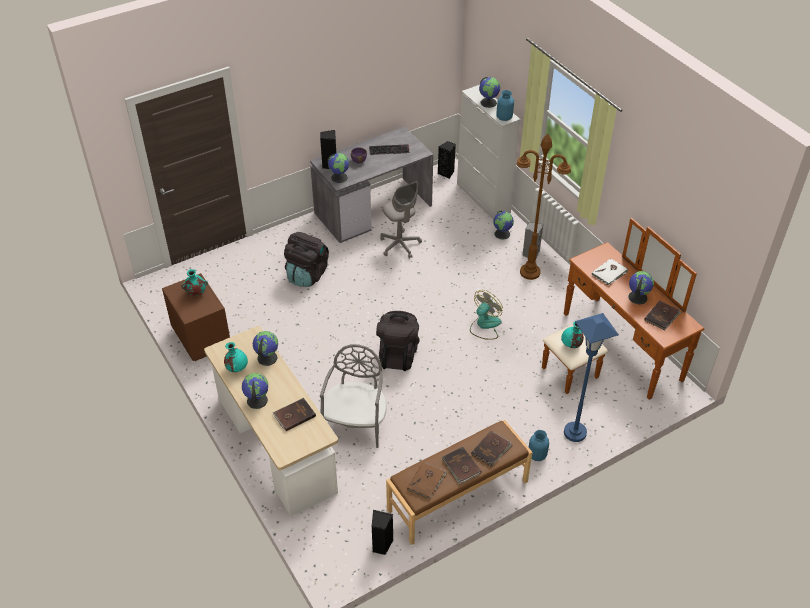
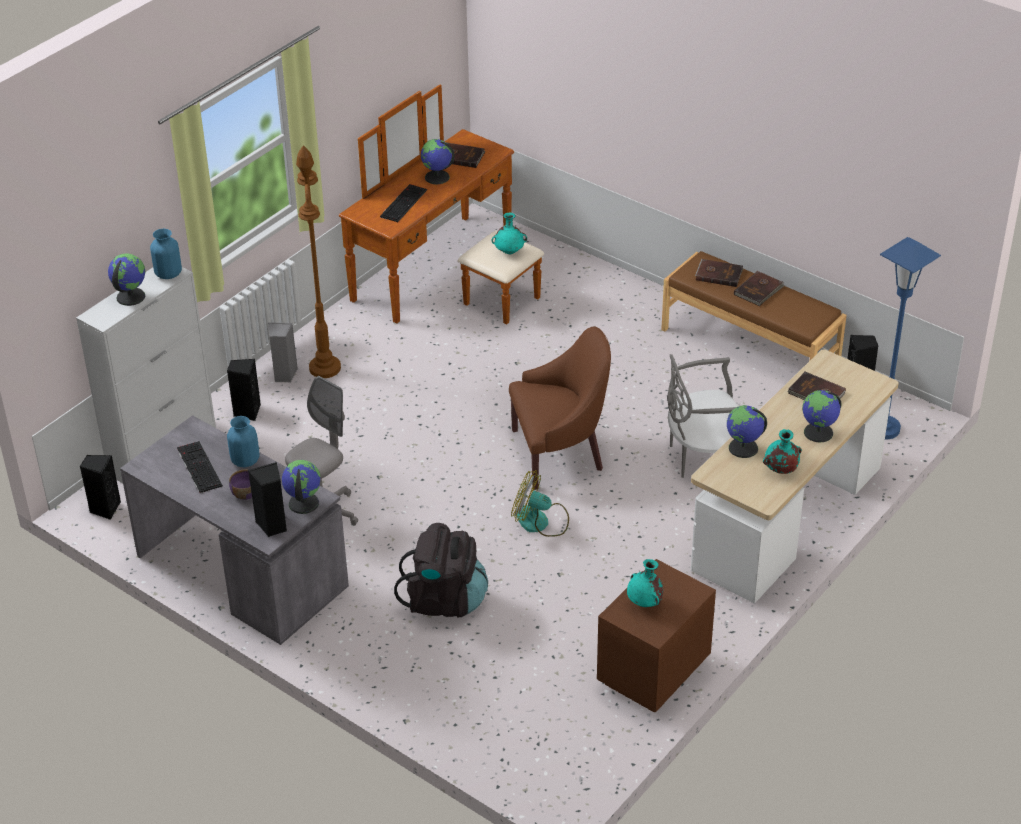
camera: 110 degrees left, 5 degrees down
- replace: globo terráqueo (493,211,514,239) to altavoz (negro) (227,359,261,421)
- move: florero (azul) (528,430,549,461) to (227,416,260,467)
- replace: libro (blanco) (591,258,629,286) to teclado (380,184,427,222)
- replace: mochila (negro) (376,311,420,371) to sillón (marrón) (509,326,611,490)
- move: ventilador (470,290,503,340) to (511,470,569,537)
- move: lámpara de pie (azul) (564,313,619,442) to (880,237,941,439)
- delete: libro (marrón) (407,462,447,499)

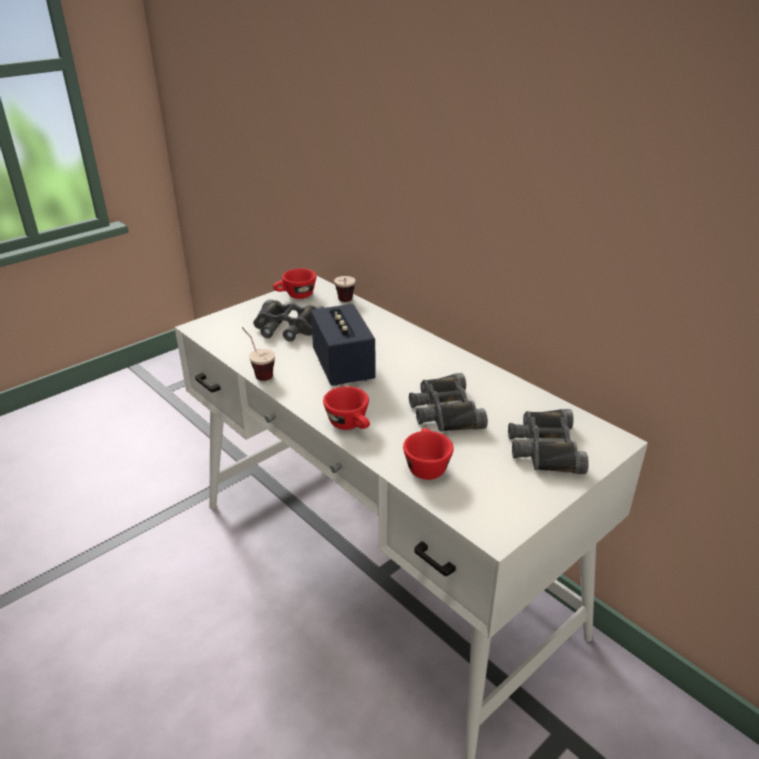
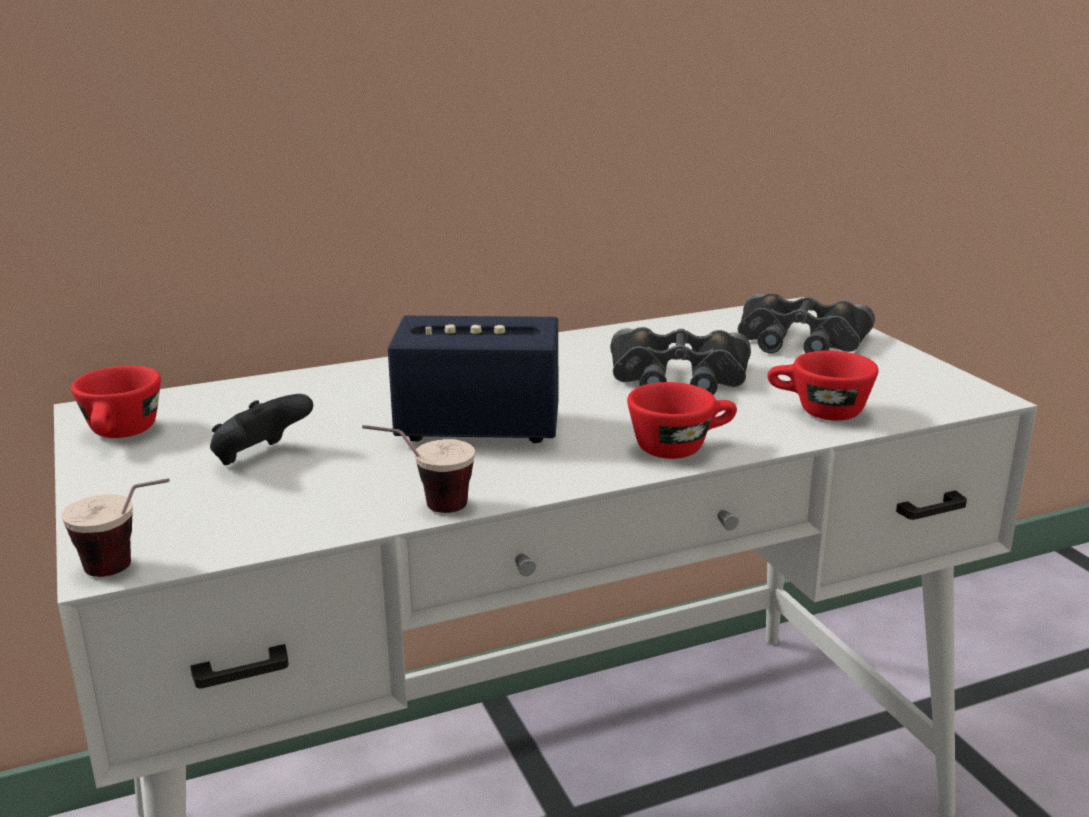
camera: 70 degrees left, 10 degrees down
- move: taza (334,276,356,302) to (61,478,170,577)
- replace: prismáticos (negro) (253,299,325,342) to mando de consola (negro) (210,394,313,465)

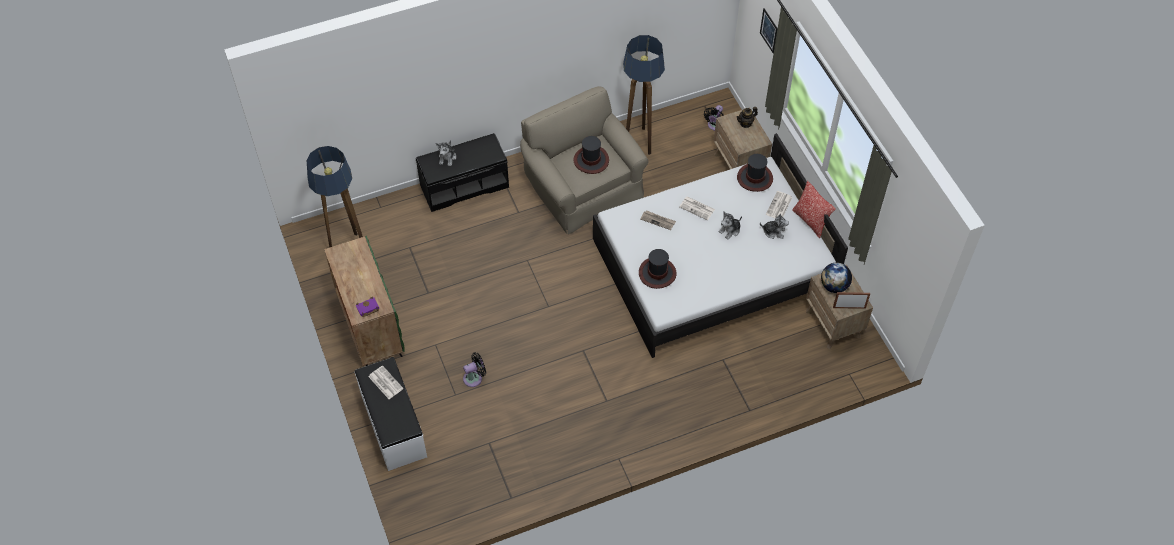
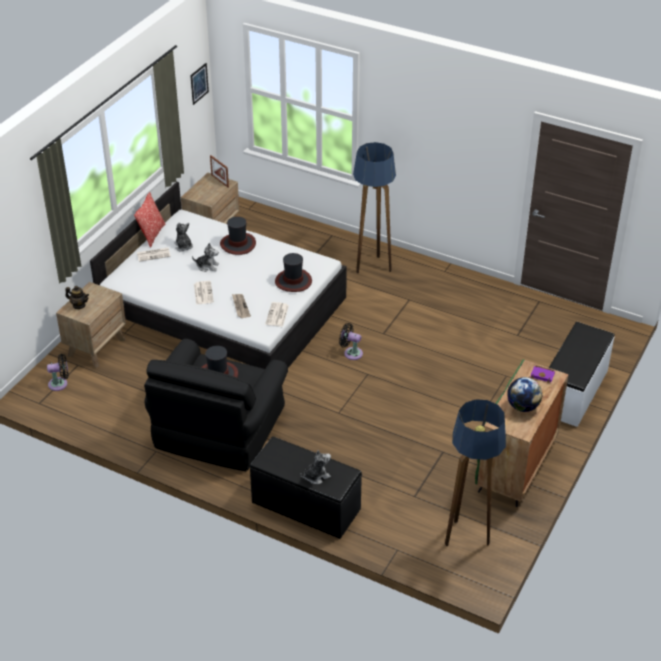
camera: 130 degrees left, 15 degrees down
- recolor: sillón (beis) (520,86,648,234) to sillón (negro) (144,339,288,471)
- move: cuadro (760,8,778,53) to (190,63,209,105)
- move: sombrero (737,154,773,192) to (220,217,256,255)
- move: periódico (368,366,404,399) to (265,302,289,327)
- move: ventilador (negro) (463,352,486,387) to (339,323,363,360)
- move: lámpara de pie (623,35,665,155) to (353,142,396,274)
- move: globo terráqueo (821,263,852,293) to (507,377,542,412)

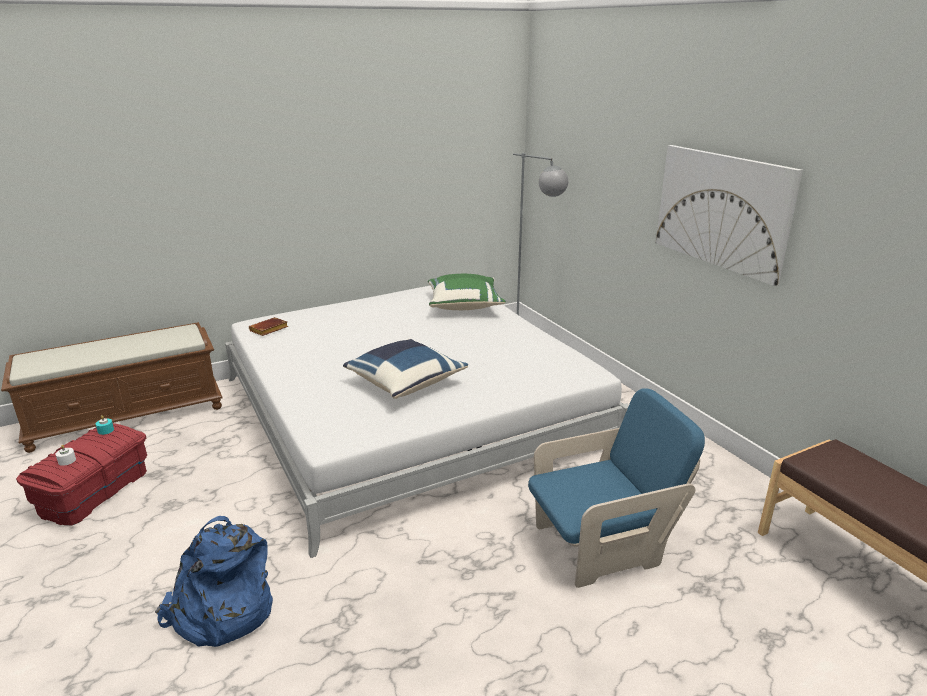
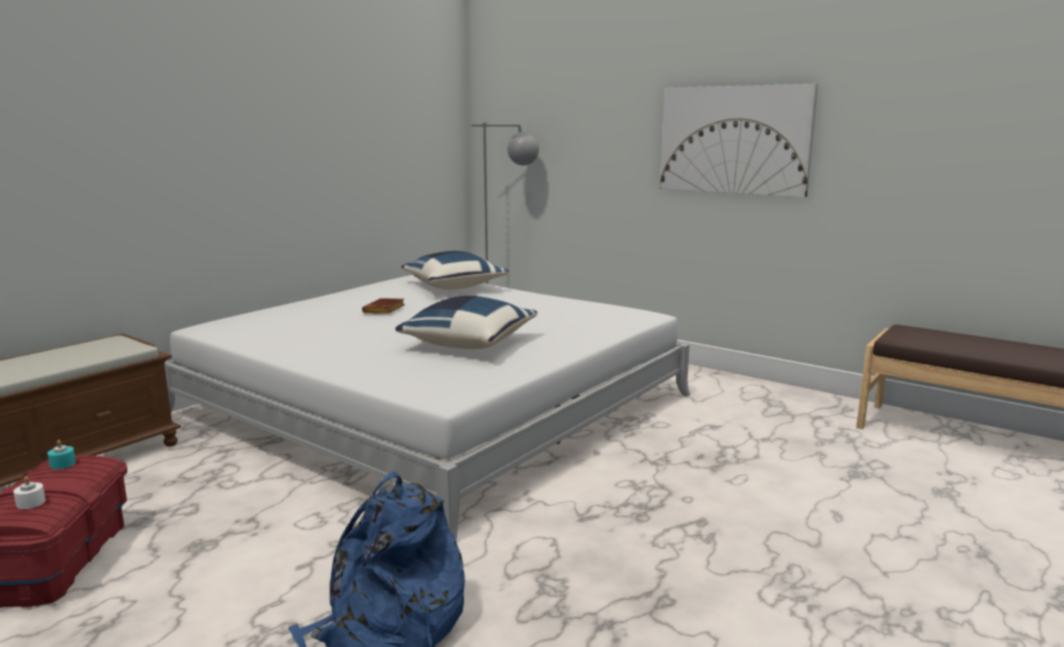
camera: 25 degrees left, 10 degrees down
- move: libro (marrón) (249,317,288,336) to (362,298,405,314)
- recolor: cojín (verde) (428,274,506,310) to cojín (azul) (401,251,509,290)
- delete: sillón (azul) (528,388,705,588)

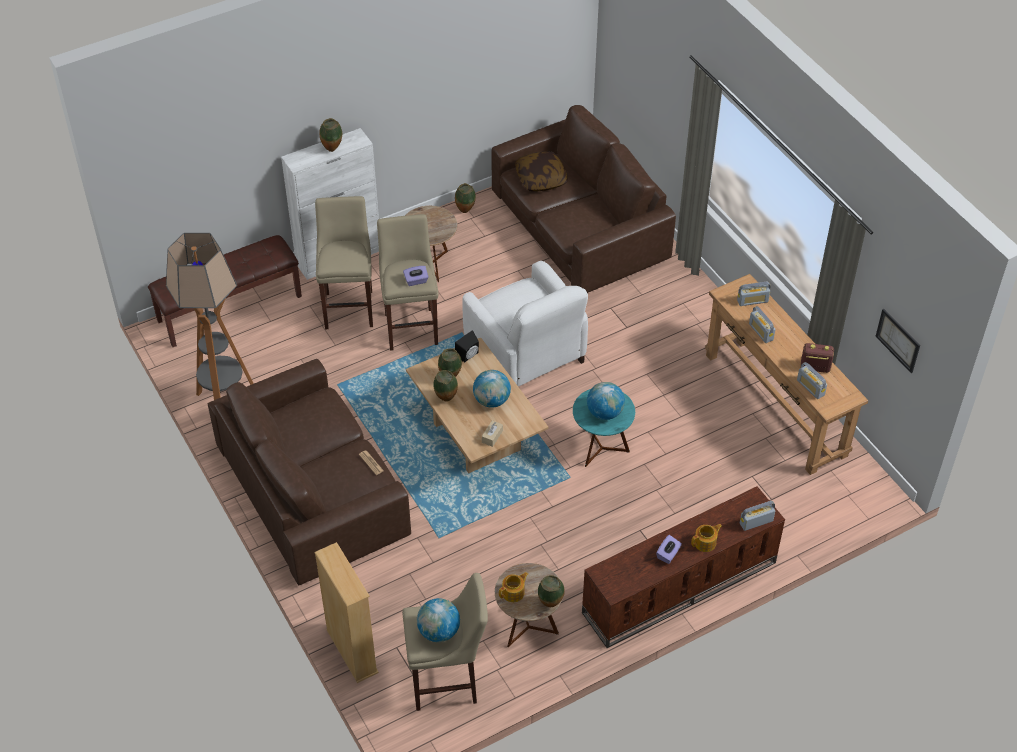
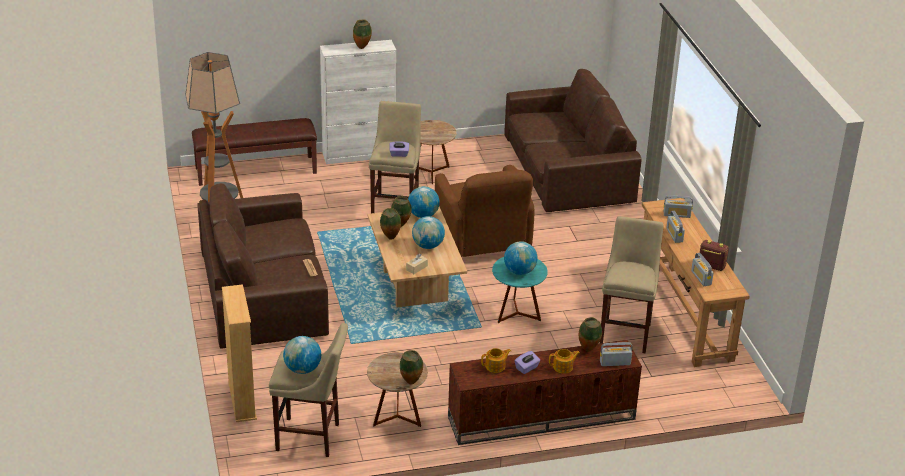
camera: 15 degrees right, 15 degrees down
- replace: altavoz (negro) (455,330,479,362) to globo terráqueo (408,186,440,218)
- recolor: sillón (blanco) (462,261,588,386) to sillón (marrón) (435,165,534,257)
- move: tetera (499,572,528,602) to (481,348,511,373)
- move: florero (455,183,476,213) to (579,317,602,351)
- move: taburete (beis) (315,196,373,329) to (599,216,663,353)
- delete: cojín (515,151,567,192)
- delete: cuadro (875,309,920,373)

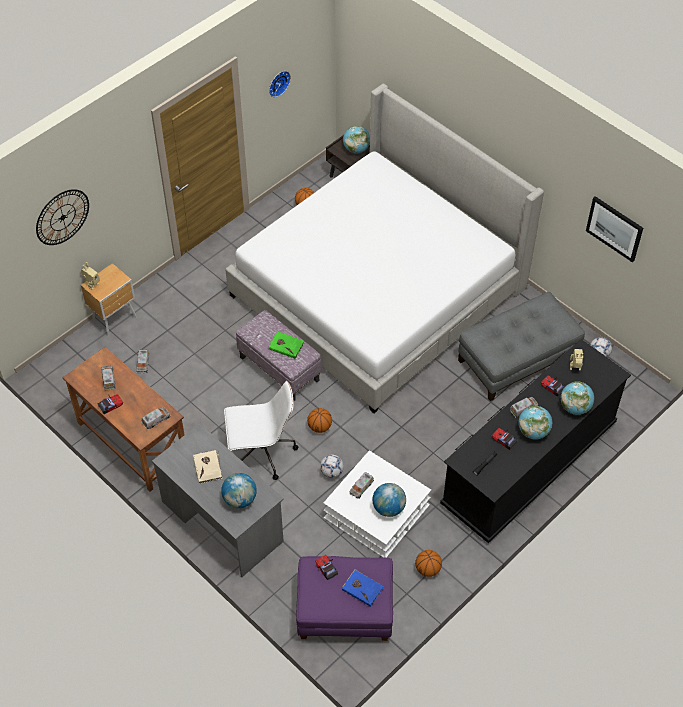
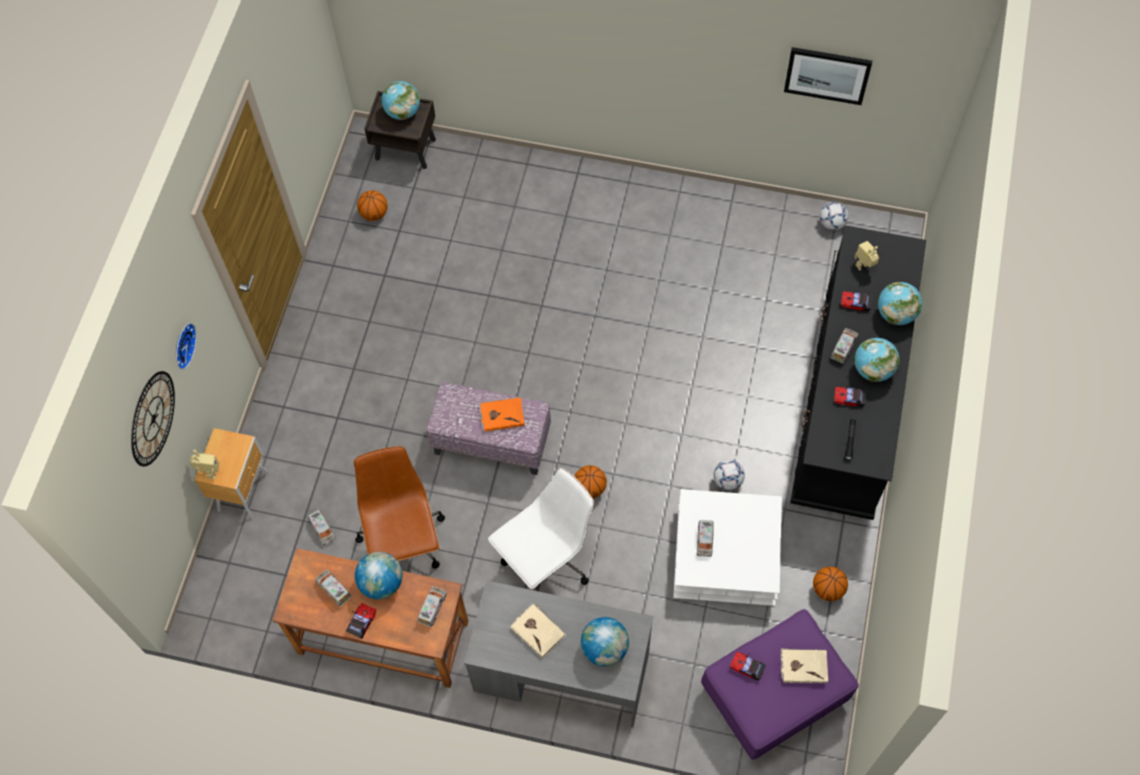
camera: 30 degrees left, 10 degrees up
- move: reloj de pared (269,71,291,97) to (176,323,197,370)
- insert: silla de oficina (marrón) (354,446,445,568)
- move: globo terráqueo (372,483,406,517) to (355,552,403,599)
- recolor: libro (verde) (269,331,305,359) to libro (naranja) (479,397,525,432)
- move: balón de fútbol (320,455,344,478) to (714,459,745,490)
- recolor: libro (azul) (342,570,384,607) to libro (beis) (781,648,828,683)
- delete: cama (225,83,544,414)
- delete: puf (gris) (458,292,585,401)

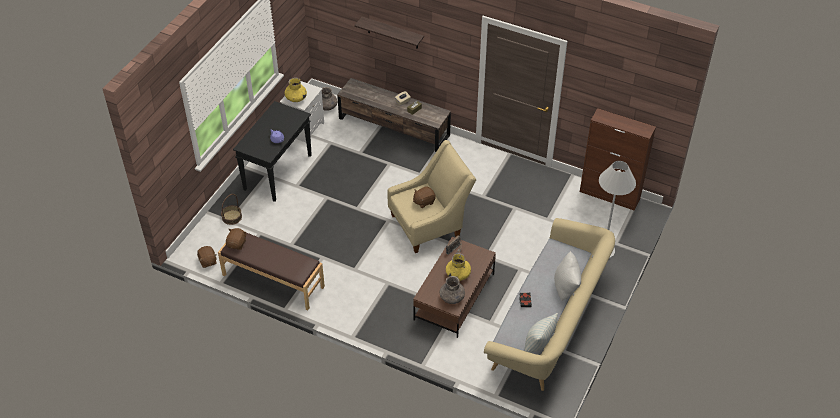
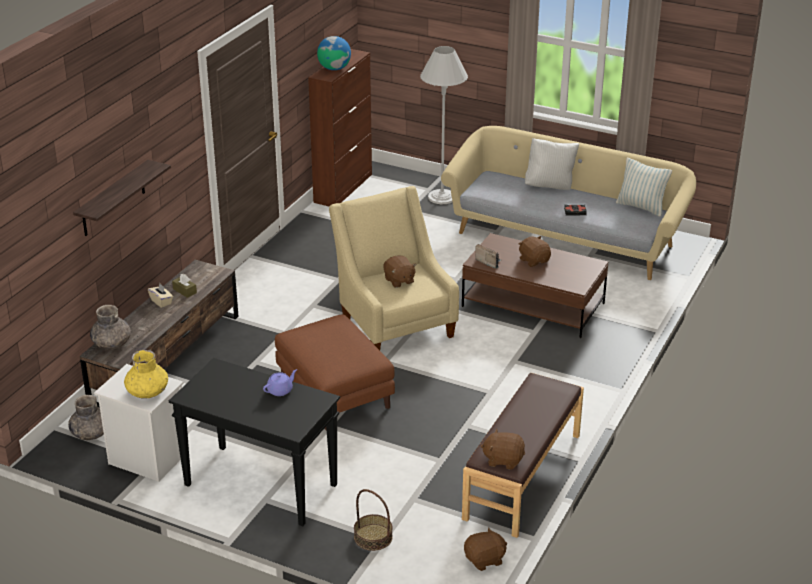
camera: 90 degrees left, 15 degrees down
- move: florero (gris) (440,276,465,304) to (90,305,131,349)
- insert: puf (marrón) (275,314,395,430)
- insert: globo terráqueo (317,36,351,70)
- replace: florero (amarillo) (446,253,471,281) to peluche (marrón) (518,236,551,267)

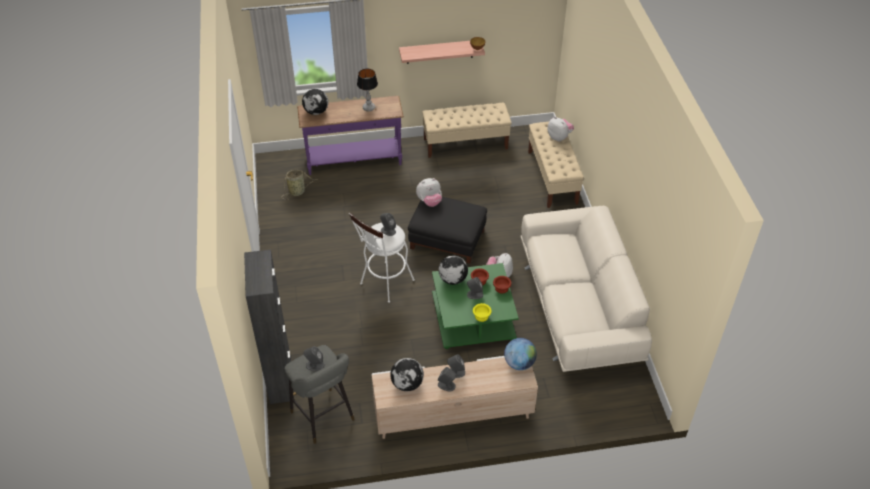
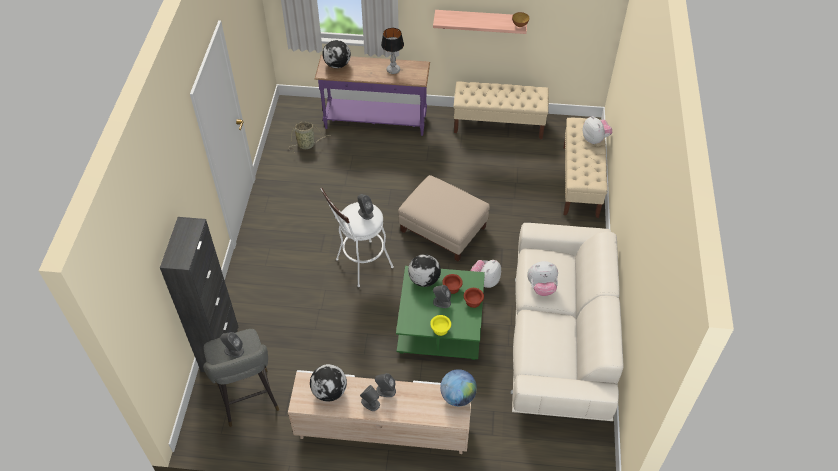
camera: 15 degrees right, 5 degrees up
- recolor: puf (negro) (408,197,487,264) to puf (beis) (398,175,490,261)
- move: peluche (416,178,442,207) to (527,261,558,296)

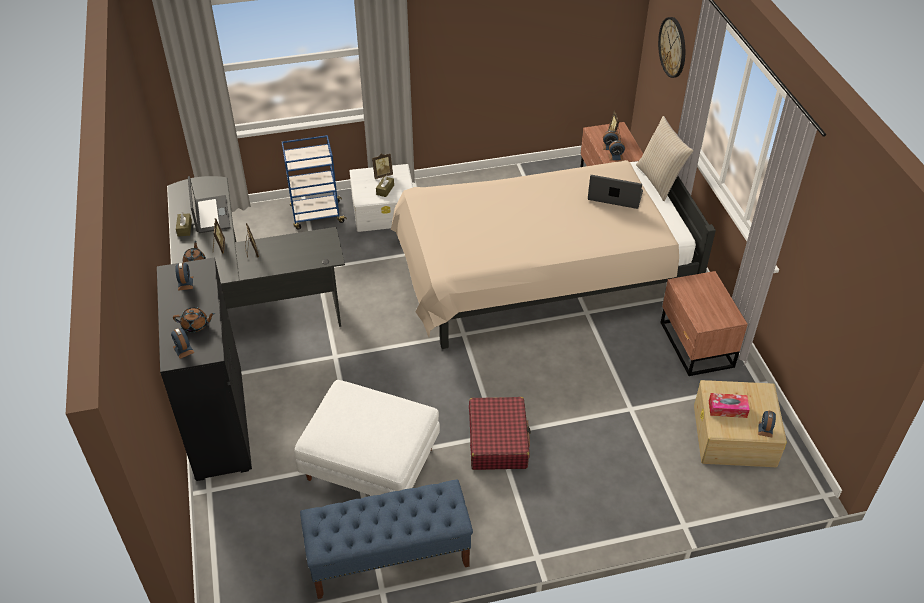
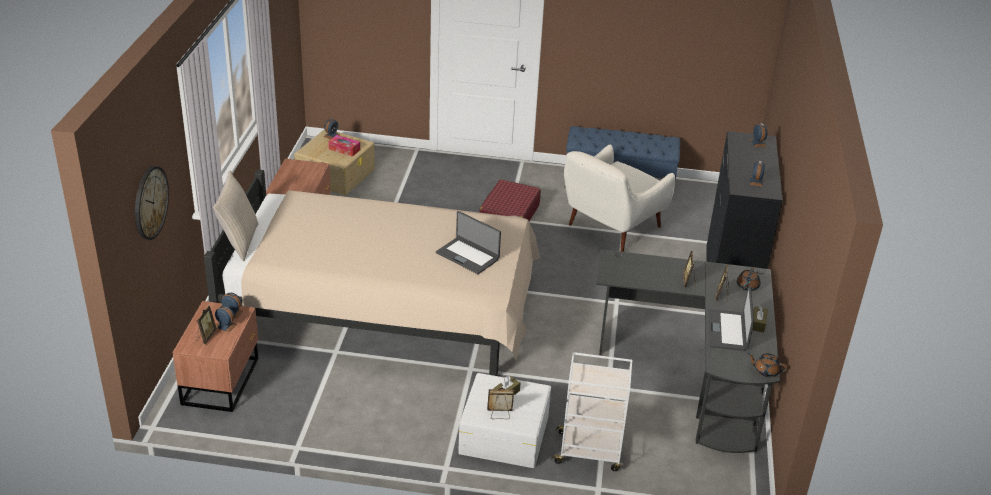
camera: 160 degrees left, 10 degrees down
- move: portátil (588,175,643,209) to (436,211,501,274)
- recolor: carrito (azul) (282,135,347,230) to carrito (blanco) (551,352,632,471)
- replace: puf (blanco) (294,380,440,496) to sillón (blanco) (564,145,675,252)
- move: tetera (marrón) (173,307,215,332) to (748,353,788,377)

